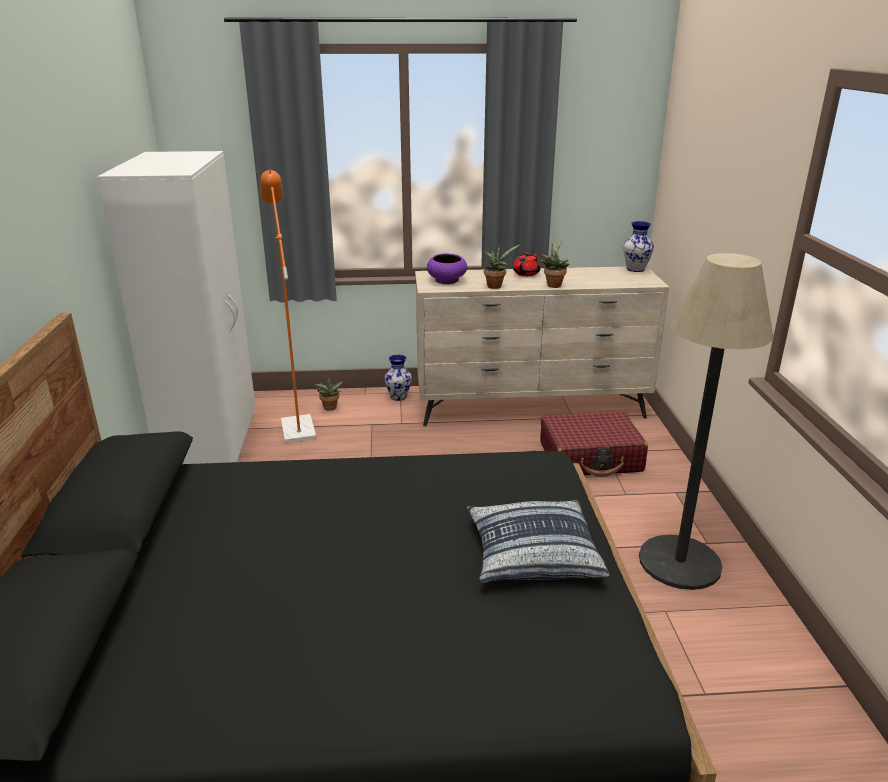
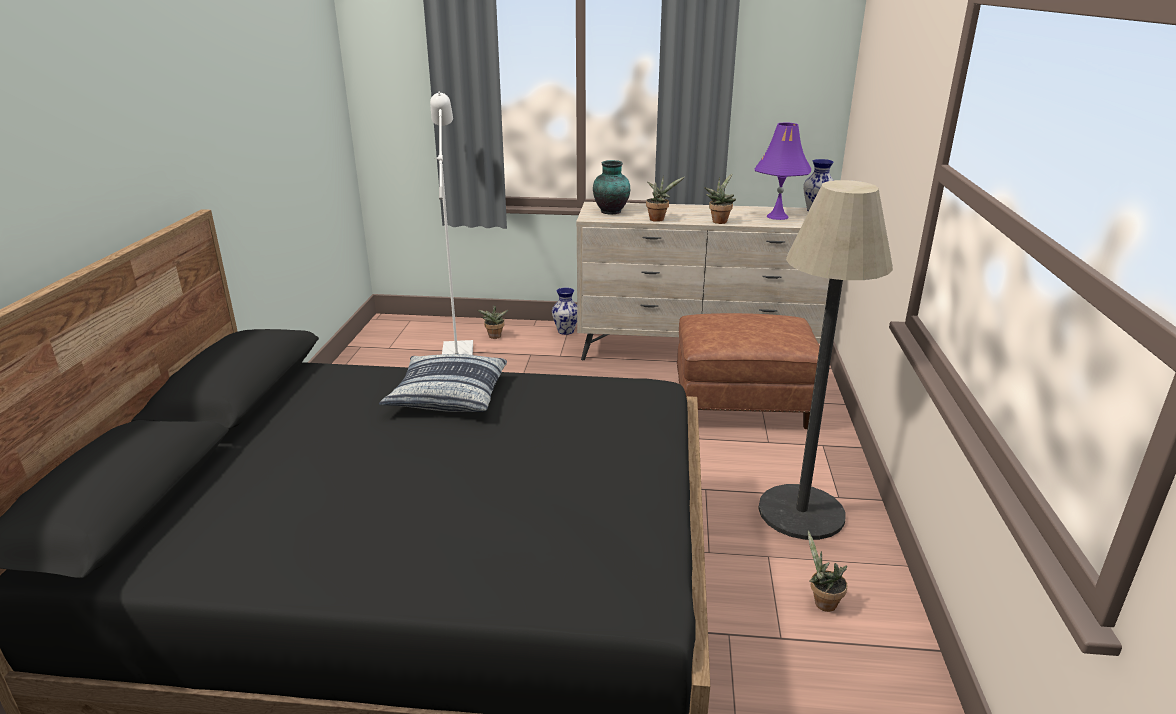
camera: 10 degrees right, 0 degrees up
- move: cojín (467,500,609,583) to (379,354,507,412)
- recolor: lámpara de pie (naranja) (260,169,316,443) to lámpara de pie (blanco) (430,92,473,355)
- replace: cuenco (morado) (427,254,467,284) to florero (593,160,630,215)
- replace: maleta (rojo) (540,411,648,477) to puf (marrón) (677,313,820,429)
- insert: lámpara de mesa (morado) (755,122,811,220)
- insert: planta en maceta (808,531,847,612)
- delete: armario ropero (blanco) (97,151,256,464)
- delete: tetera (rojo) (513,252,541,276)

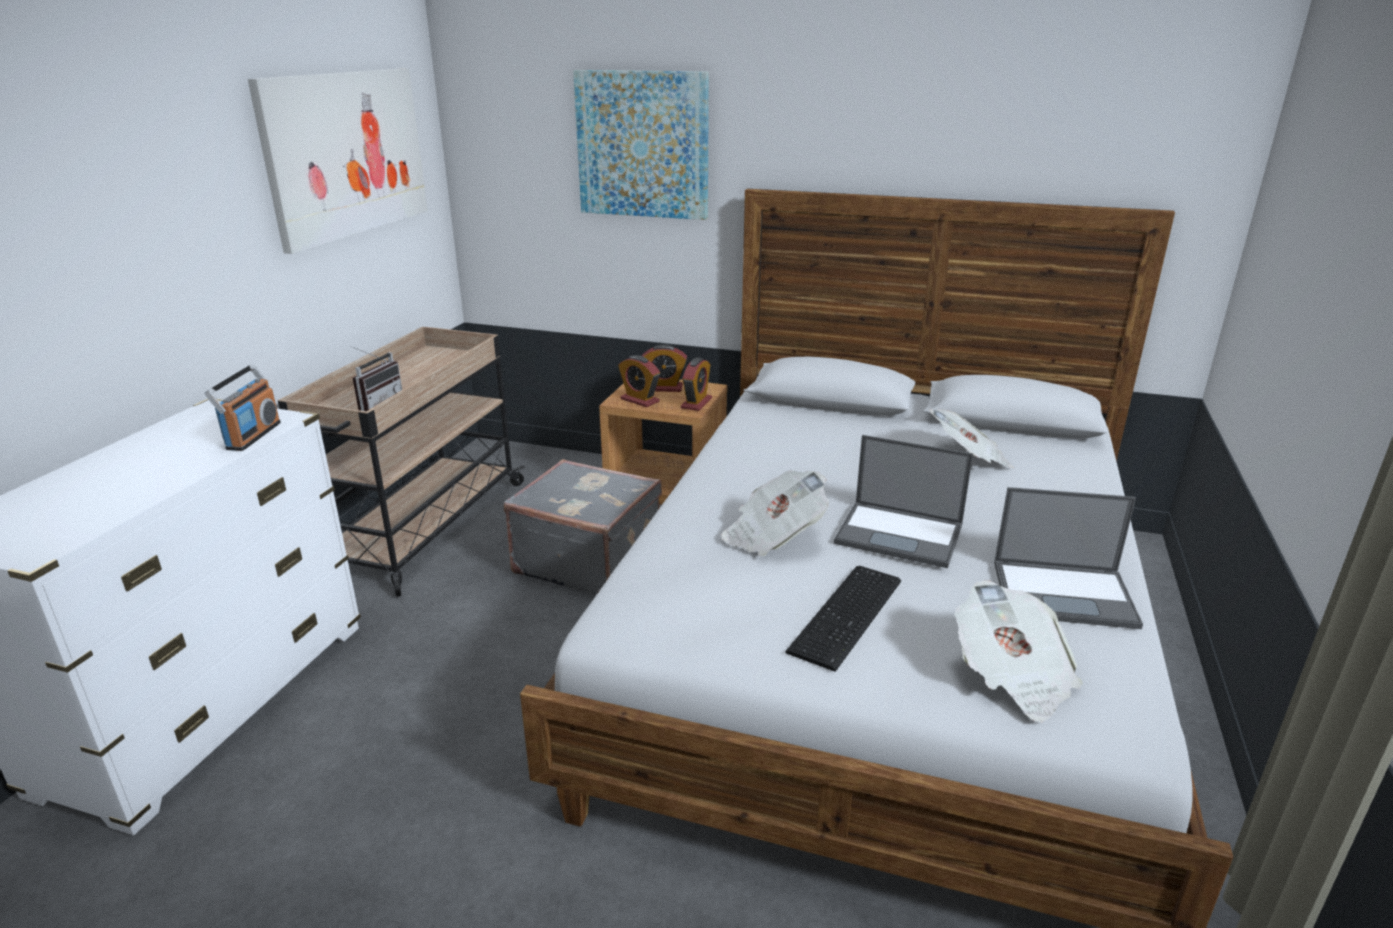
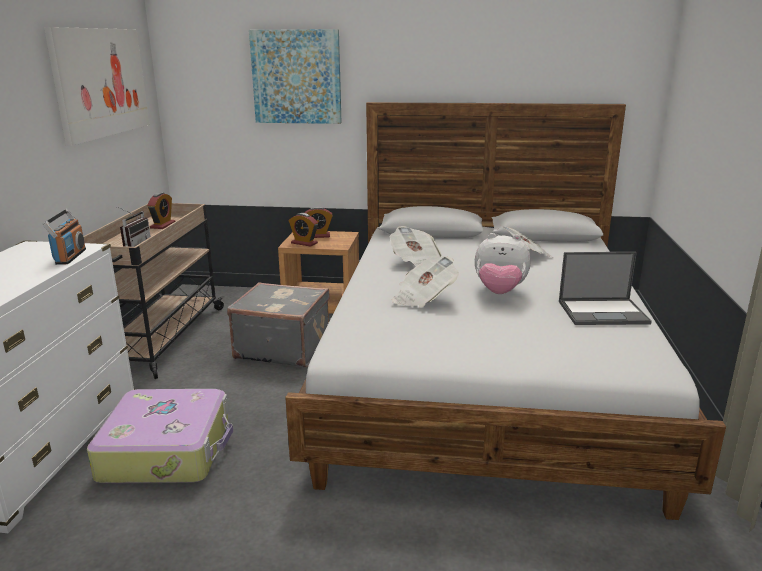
camera: 10 degrees left, 5 degrees down
- insert: maleta (87,389,233,484)
- move: despertador (681,358,712,411) to (147,192,175,229)
- move: periódico (955,580,1083,723) to (390,226,442,266)
- replace: portátil (834,435,973,568) to peluche (475,233,531,294)
- delete: teclado (785,566,901,672)

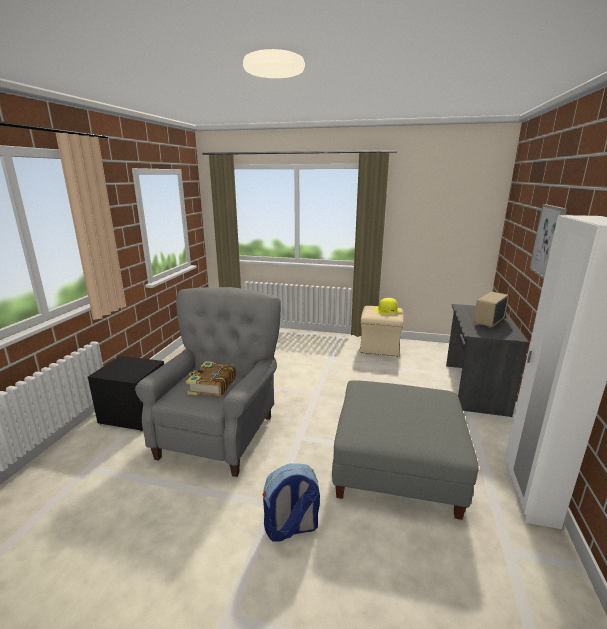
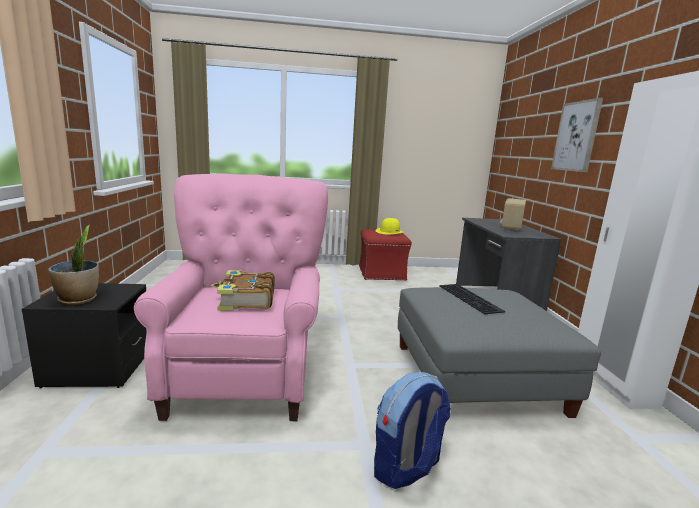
camera: 20 degrees left, 5 degrees down
- insert: planta en maceta (48,225,99,305)
- recolor: sillón (gris) (135,287,281,477) to sillón (rosa) (134,173,328,421)
- recolor: puf (beis) (359,306,404,357) to puf (rojo) (359,229,412,281)
- insert: teclado (439,284,505,314)

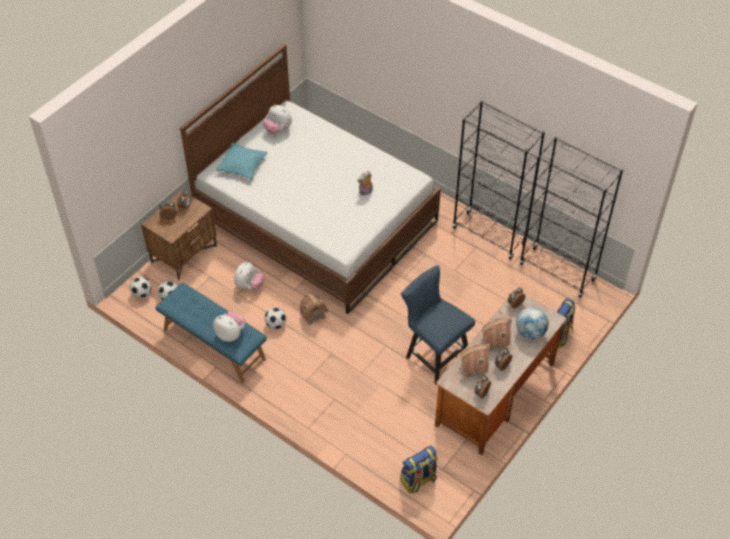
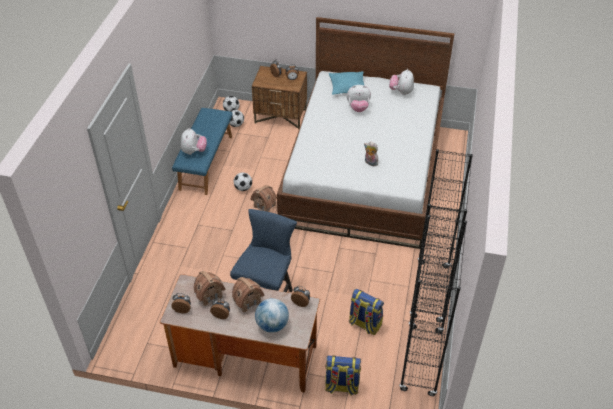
camera: 65 degrees right, 5 degrees down
- move: peluche (234,262,264,290) to (347,85,371,112)
- move: mochila (400,446,438,494) to (349,289,384,335)

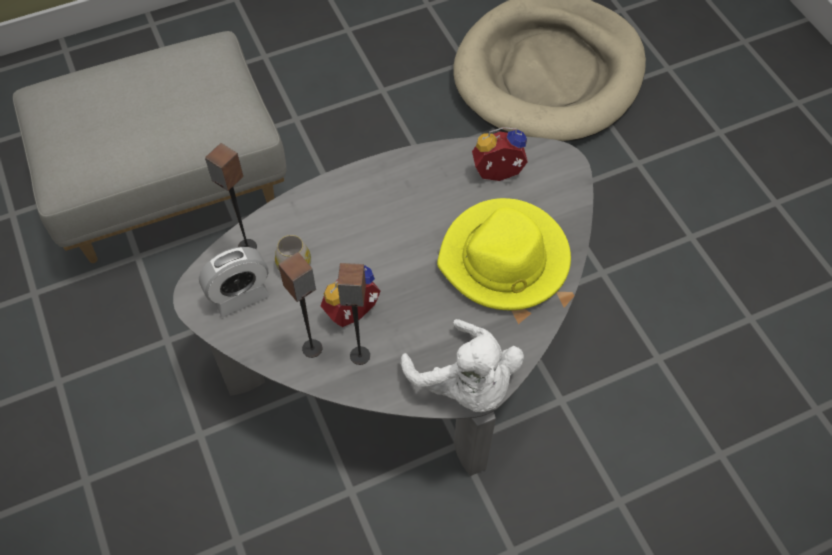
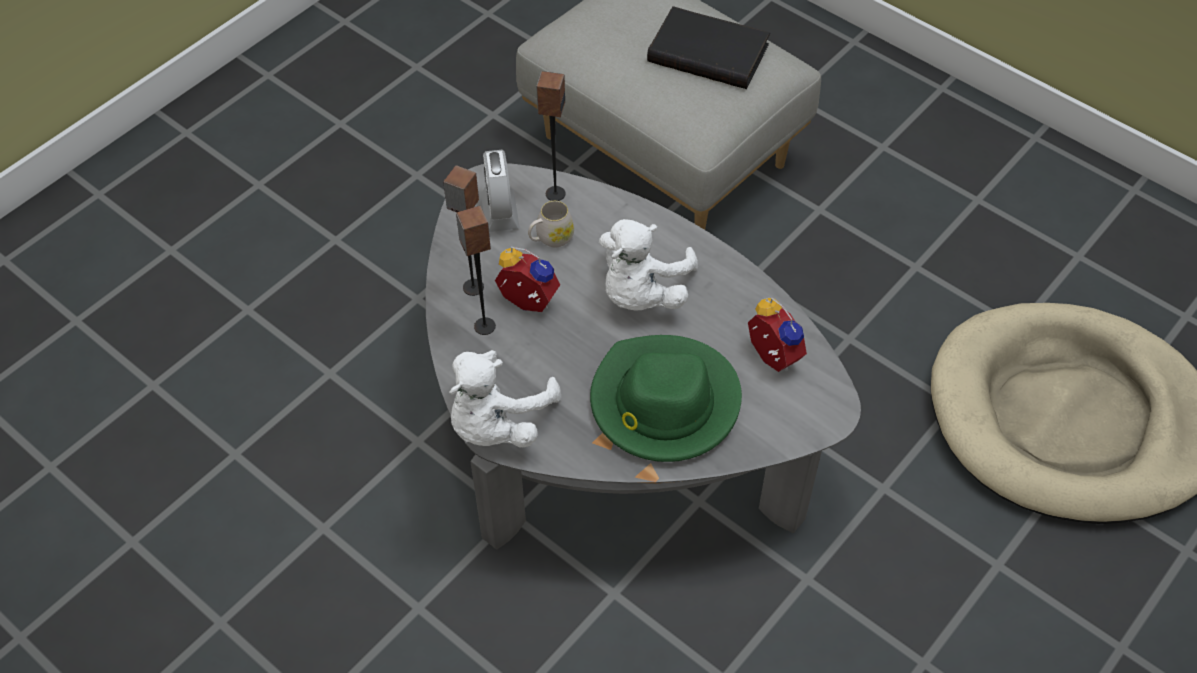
camera: 65 degrees right, 5 degrees down
- rotate: despertador (199,247,270,317) = (481,150,519,232) 45 degrees clockwise
- recolor: sombrero (amarillo) (437,198,571,310) to sombrero (verde) (590,335,742,462)
- insert: peluche (blanco) (599,219,698,311)
- insert: libro (negro) (647,6,770,89)

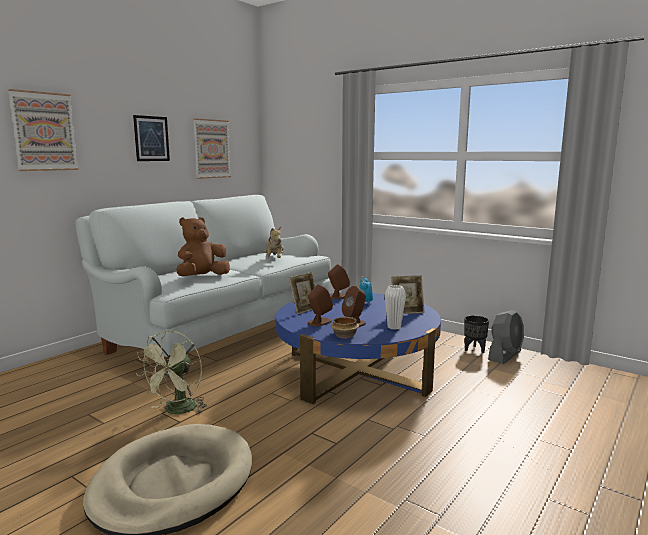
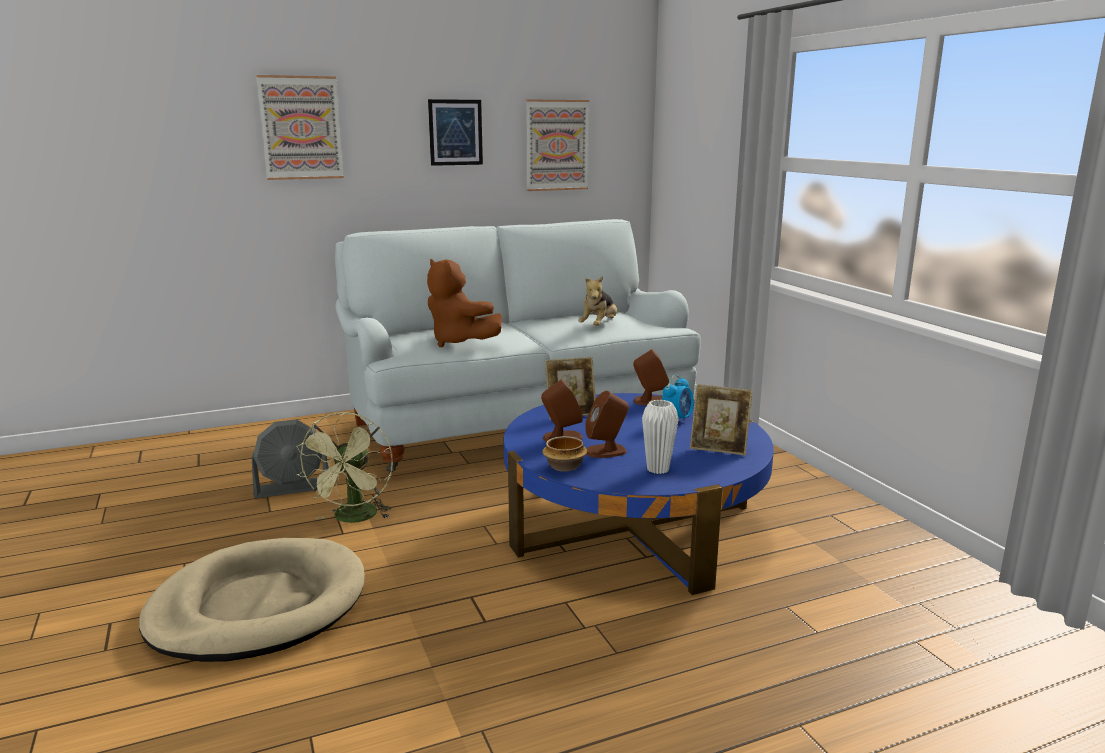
camera: 30 degrees right, 5 degrees up
- move: ventilador (gris) (488,310,524,364) to (252,419,328,498)
- rotate: ventilador (verde) (136,331,207,414) = (296,412,393,523) 45 degrees counterclockwise
- rotate: peluche (marrón) (176,217,230,276) = (427,259,502,347) 120 degrees counterclockwise
- delete: maceta (negro) (464,315,489,353)

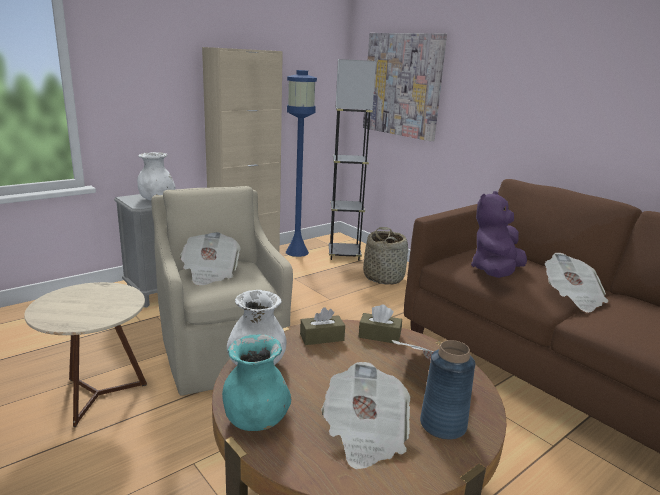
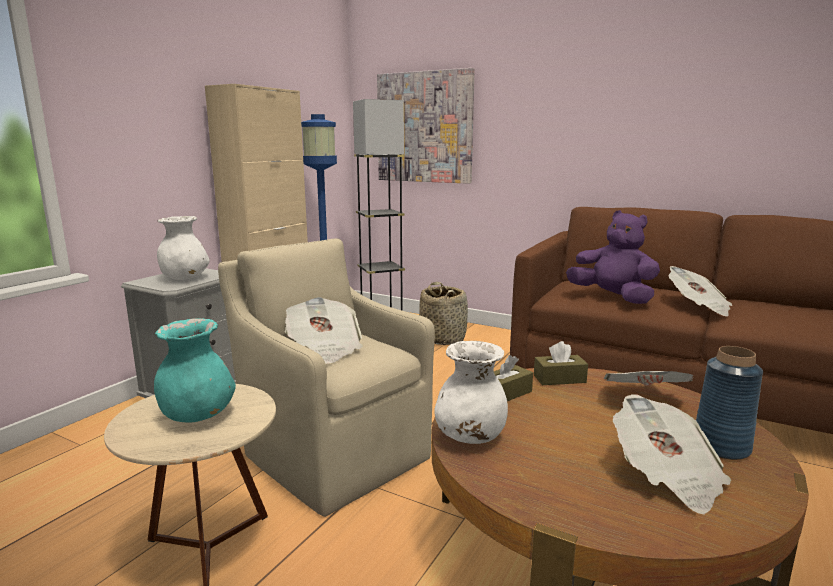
camera: 20 degrees left, 5 degrees down
- move: florero (turquesa) (222,334,291,431) to (154,318,236,423)
- rotate: peluche (morado) (471,191,527,278) = (566,210,660,304) 120 degrees clockwise

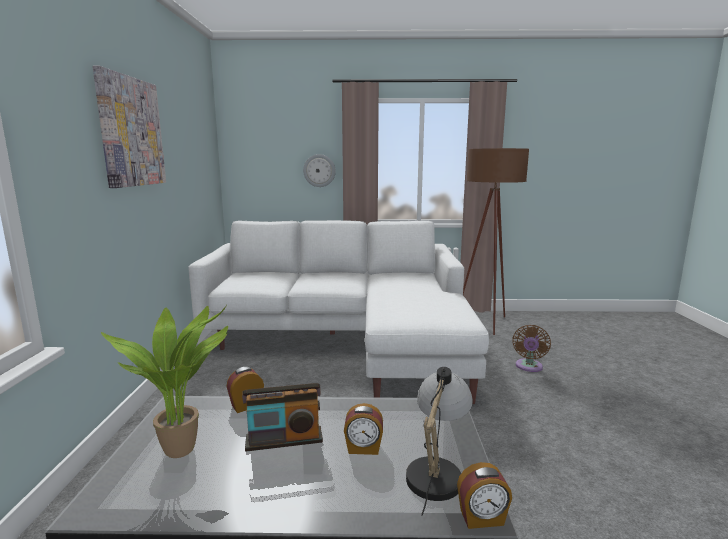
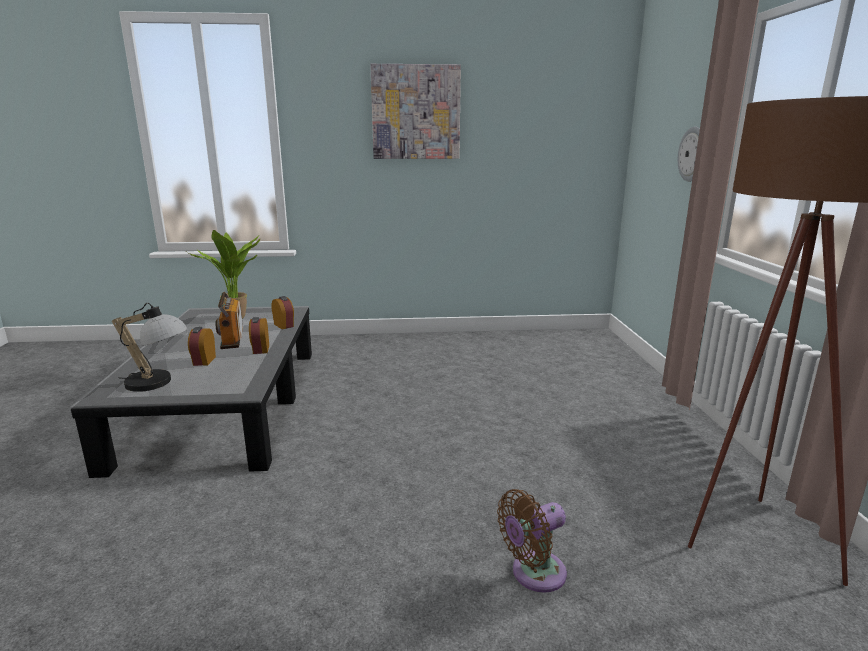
camera: 85 degrees right, 5 degrees up
- move: despertador (457,462,512,529) to (249,317,269,354)
- rotate: ventilador (marrón) (512,325,551,372) = (497,489,567,593) 45 degrees counterclockwise
- delete: sofá (blanco) (188,220,489,404)

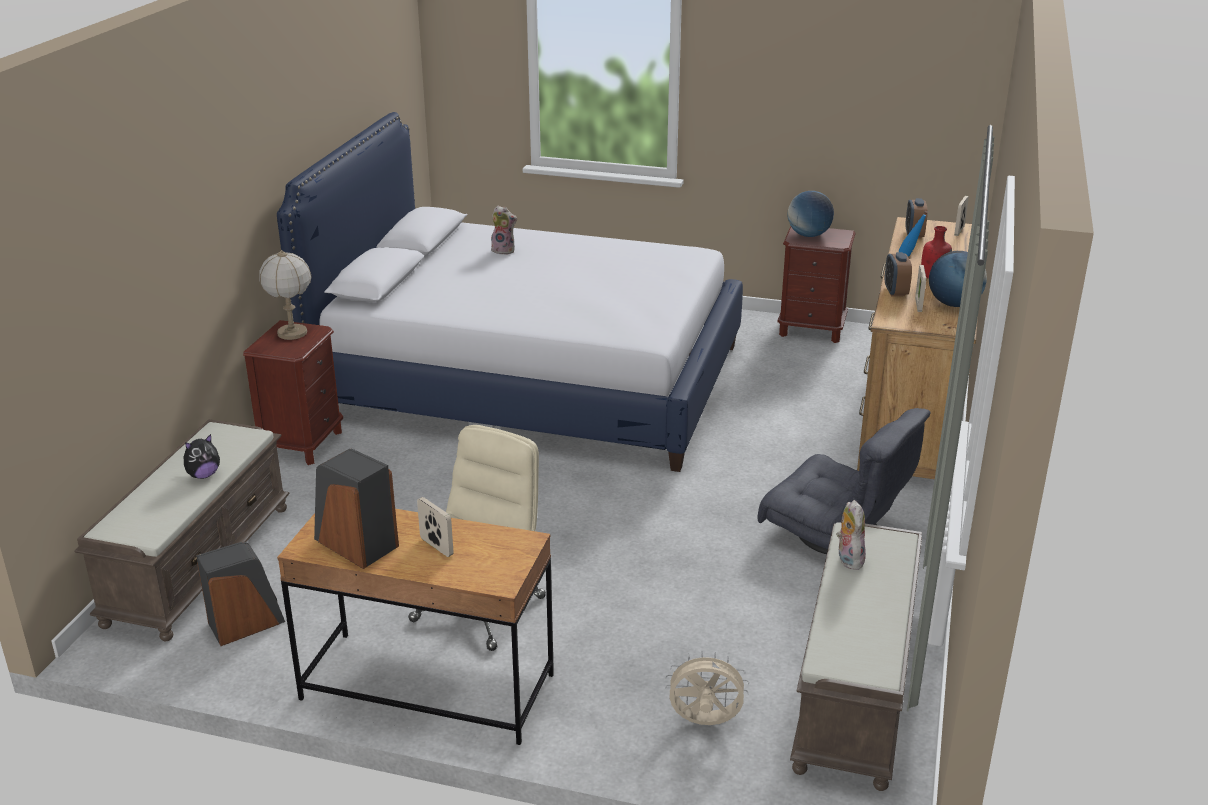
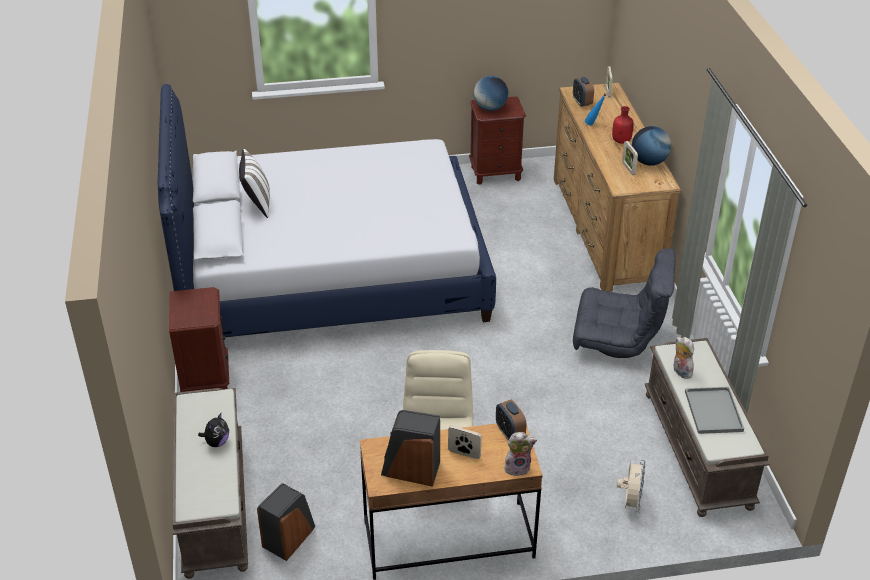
camera: 25 degrees left, 10 degrees up
- insert: cojín (blanco) (239,149,270,218)
- move: despertador (885,252,912,296) to (496,400,526,441)
- move: peluche (491,206,517,255) to (504,432,537,476)
- rotate: ventilador (beis) (665,651,749,725) = (617,460,645,513) 120 degrees clockwise
- insert: bandeja (gris) (685,387,744,434)
- delete: lámpara de mesa (259,250,312,340)

